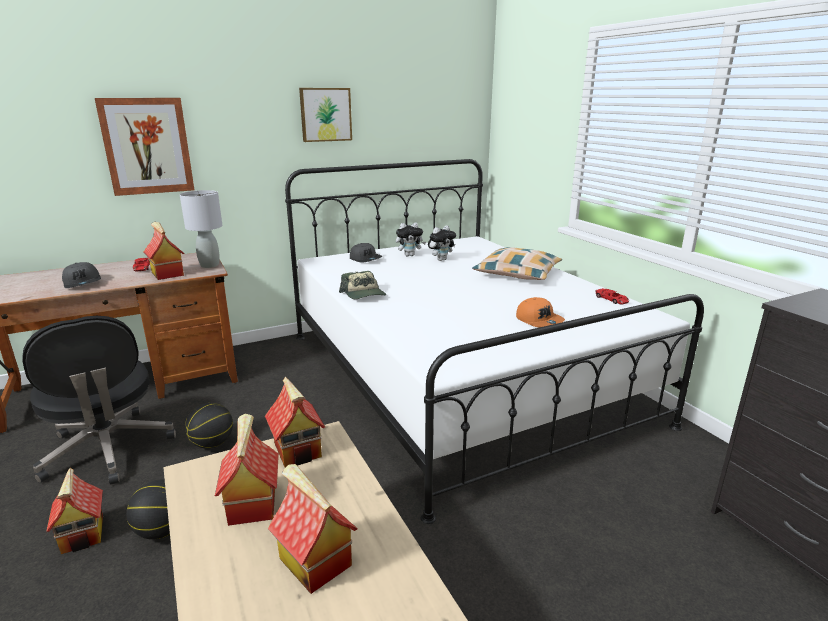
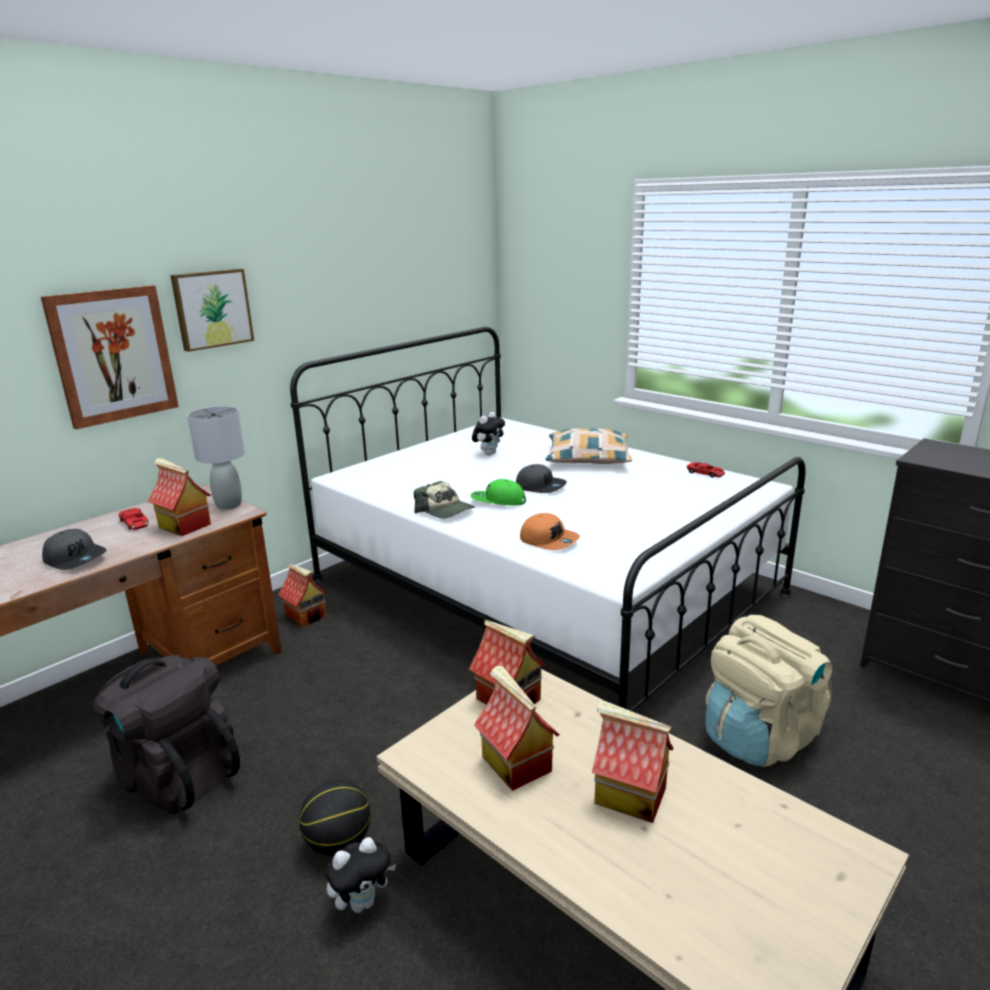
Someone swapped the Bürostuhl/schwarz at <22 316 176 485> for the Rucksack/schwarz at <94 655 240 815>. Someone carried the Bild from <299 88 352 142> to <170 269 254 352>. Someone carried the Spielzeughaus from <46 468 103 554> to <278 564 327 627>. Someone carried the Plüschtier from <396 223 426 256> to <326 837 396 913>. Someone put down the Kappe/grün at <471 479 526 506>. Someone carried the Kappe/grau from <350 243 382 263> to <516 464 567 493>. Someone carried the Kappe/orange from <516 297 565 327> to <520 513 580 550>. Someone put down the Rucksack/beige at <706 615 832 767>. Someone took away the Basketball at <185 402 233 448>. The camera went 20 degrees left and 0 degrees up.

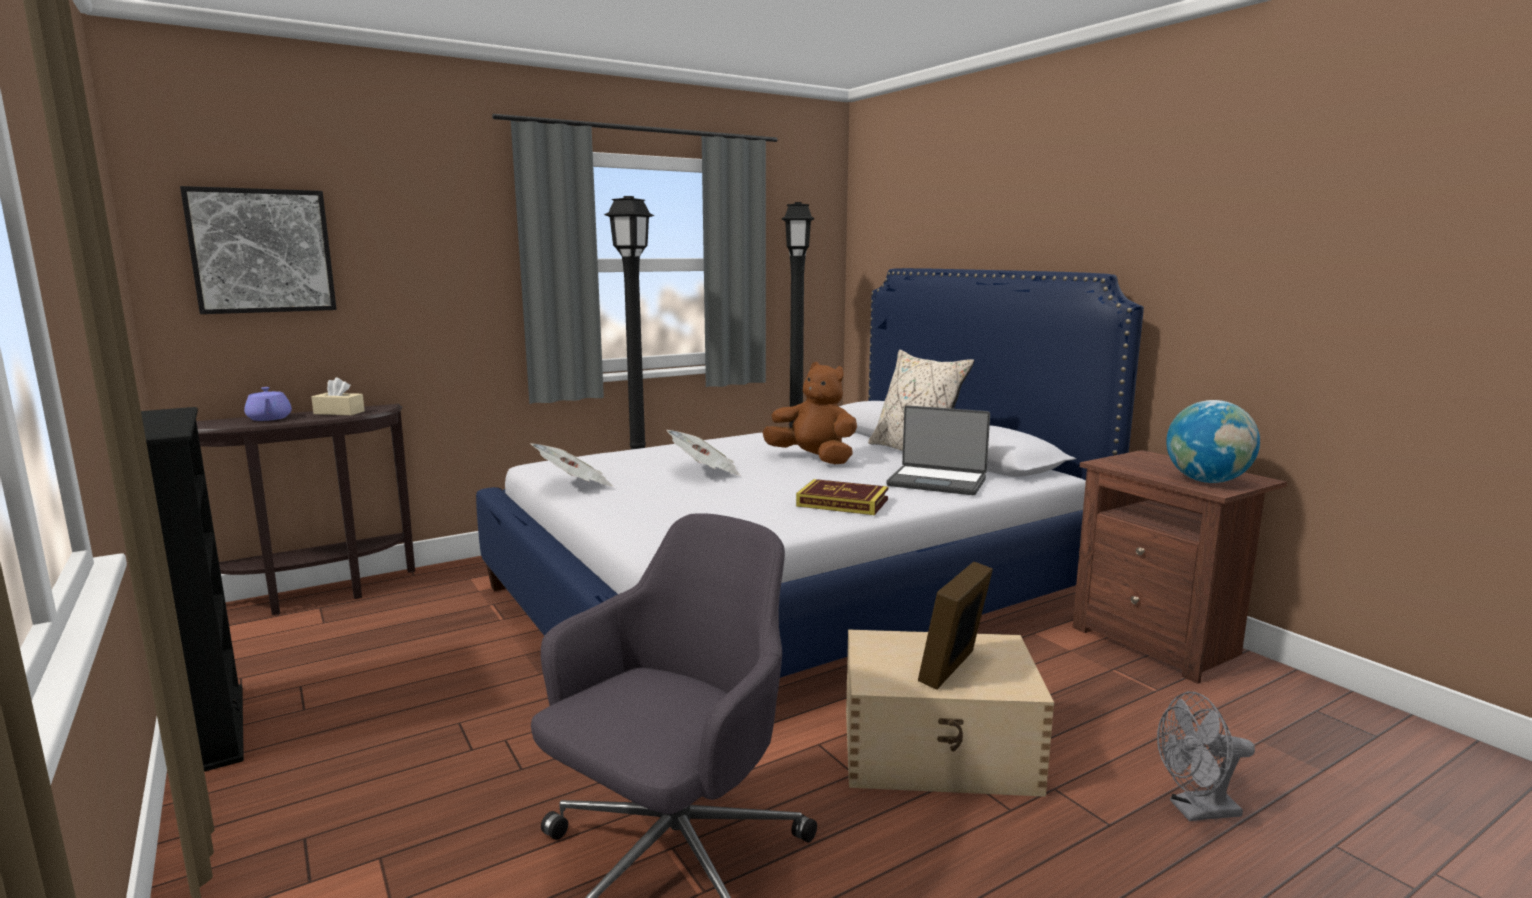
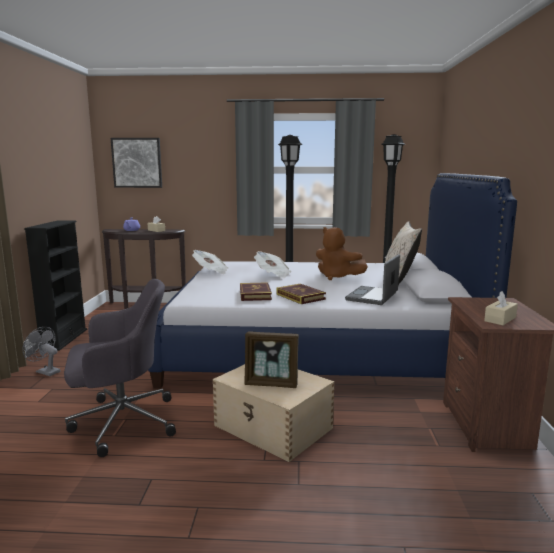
Someone carried the Ventilator/grau from <1157 692 1255 821> to <22 327 60 376>. Someone put down the Buch at <240 282 272 301>. Someone rotated the Bilderrahmen at <918 562 993 690> by 150 degrees counterclockwise. Someone rotated the Plüschtier/braun at <763 362 857 465> by 150 degrees clockwise. Someone rotated the Laptop at <886 405 990 495> by 60 degrees clockwise. Someone swapped the Globus at <1166 400 1260 483> for the Taschentuchbox/beige at <484 291 518 325>. The camera went 35 degrees right and 0 degrees up.

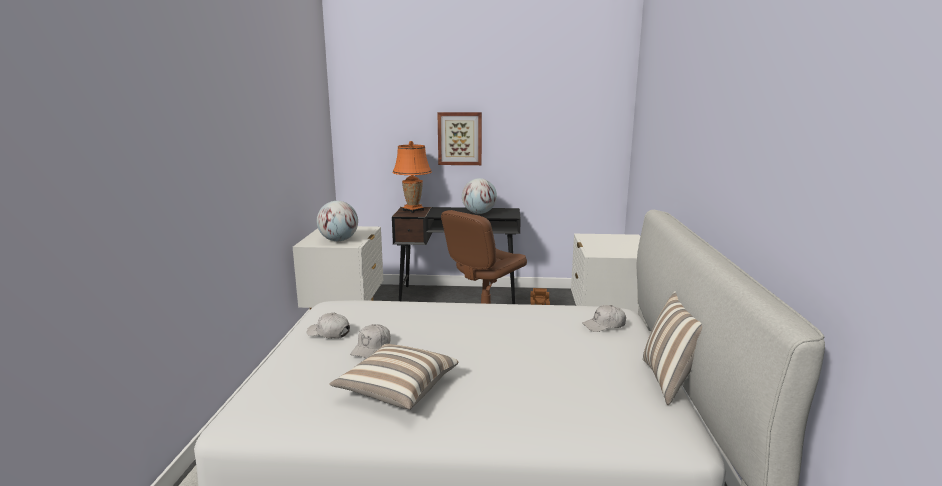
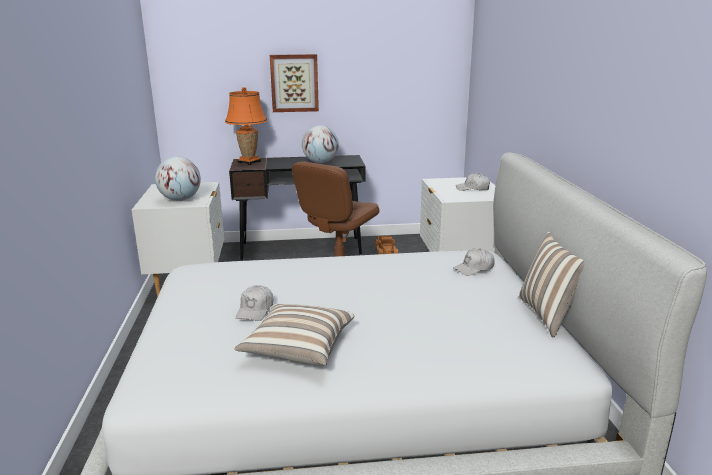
Someone carried the Kappe/weiß from <306 313 350 339> to <456 173 490 191>. The camera went 10 degrees left and 5 degrees up.

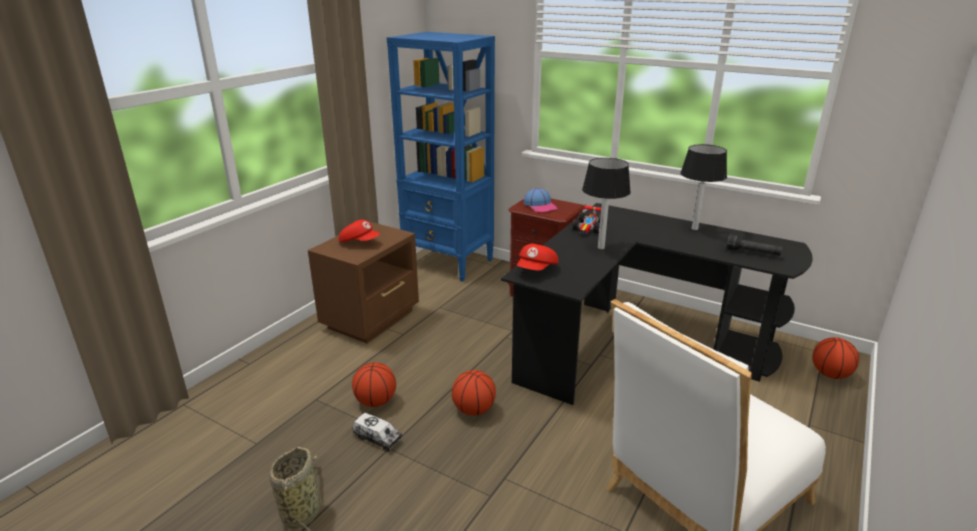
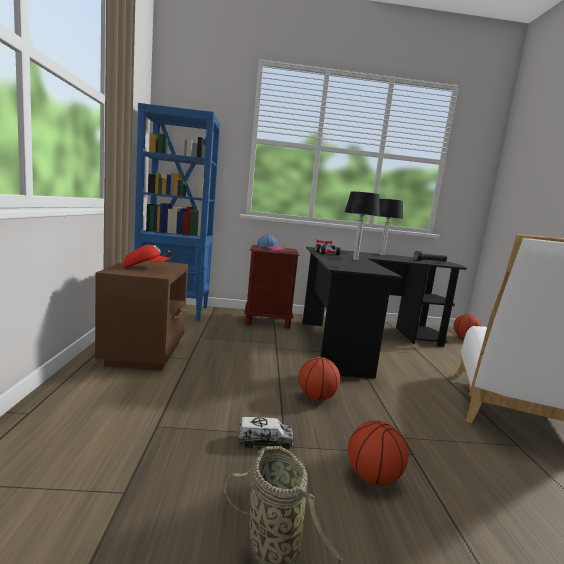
Someone carried the Basketball from <352 362 396 407> to <348 421 409 485>. Someone took away the Kappe/rot at <517 244 559 271>. The camera went 35 degrees left and 15 degrees down.

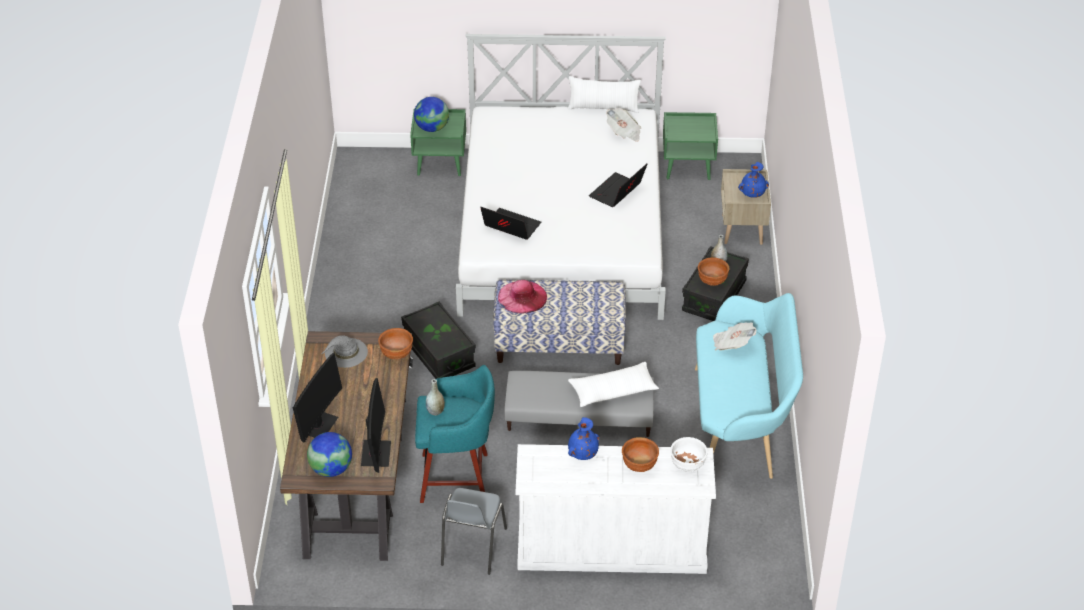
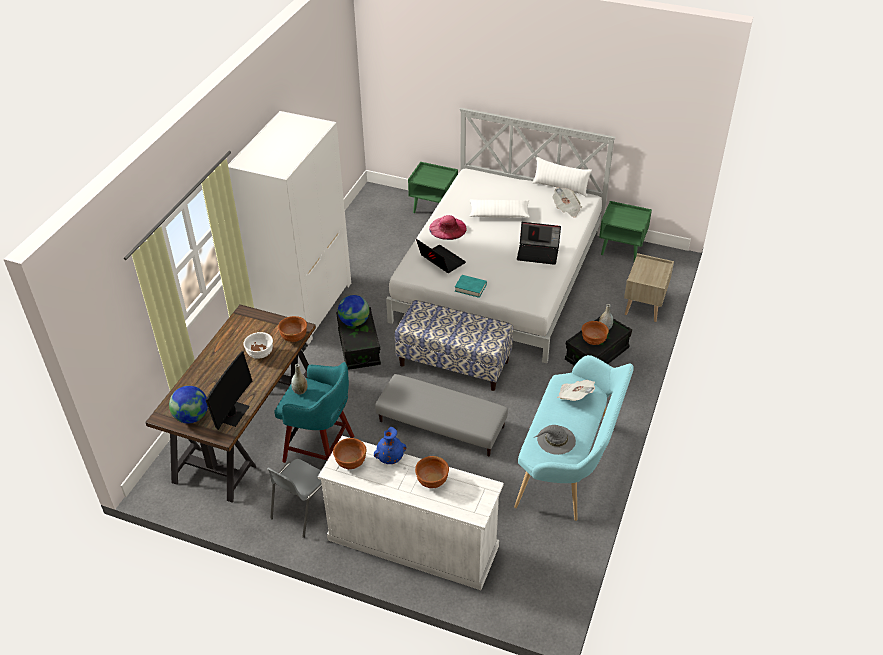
Someone put down the Kleiderschrank/weiß at <228 111 351 344>. Someone carried the Schüssel/weiß from <670 437 708 472> to <243 332 273 359>. Someone put down the Schüssel/braun at <333 438 366 469>. Someone carried the Globus from <414 97 449 132> to <338 295 369 327>. Someone carried the Hut/rosa from <498 280 547 313> to <429 215 467 240>. Someone put down the Buch/türkis at <455 275 487 298>. Someone carried the Kissen/weiß from <568 362 659 407> to <470 199 530 218>. Someone rotated the Laptop at <589 164 647 207> by 135 degrees counterclockwise. Someone carried the Hut/grau from <321 335 368 368> to <534 425 576 455>. Someone took away the Monitor at <293 353 342 443>. Someone took away the Vase/blau at <738 162 769 198>. The camera went 20 degrees right and 0 degrees up.

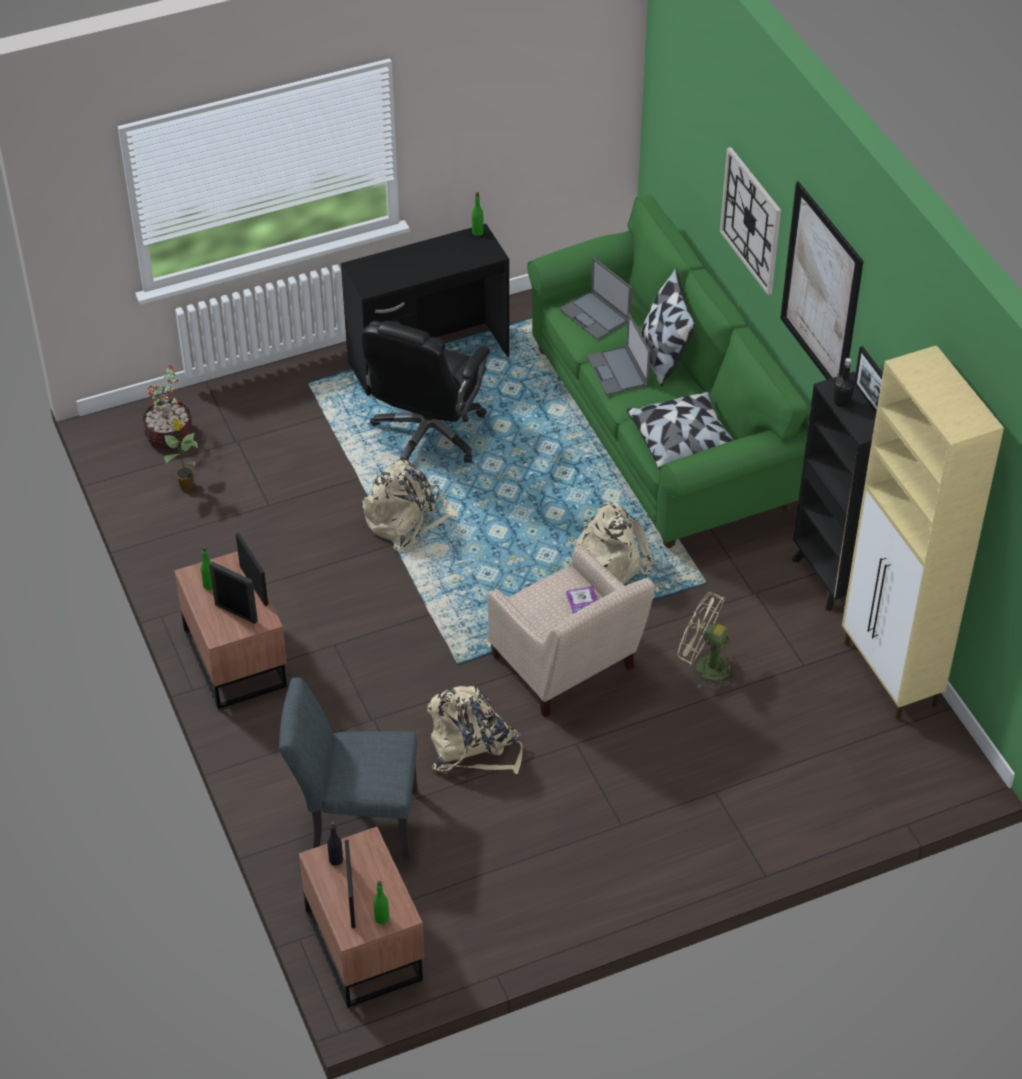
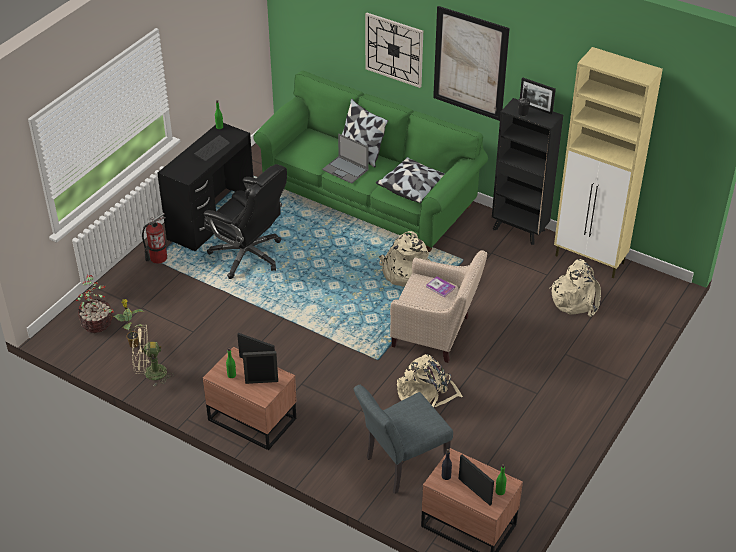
Someone carried the Ventilator/beige from <677 592 736 691> to <132 324 174 387>. Someone put down the Feuerlöscher at <142 213 167 264>. Someone put down the Tastatur at <194 135 230 161>. Someone rotated the Bürostuhl/schwarz at <362 320 490 463> by 45 degrees counterclockwise. Someone carried the Rucksack/beige from <363 460 458 550> to <549 259 601 317>. Someone took away the Laptop at <559 257 632 340>. The camera went 35 degrees left and 5 degrees down.

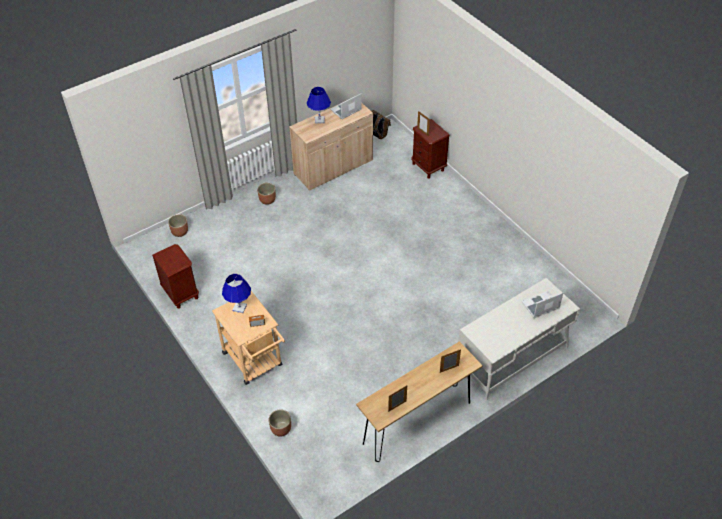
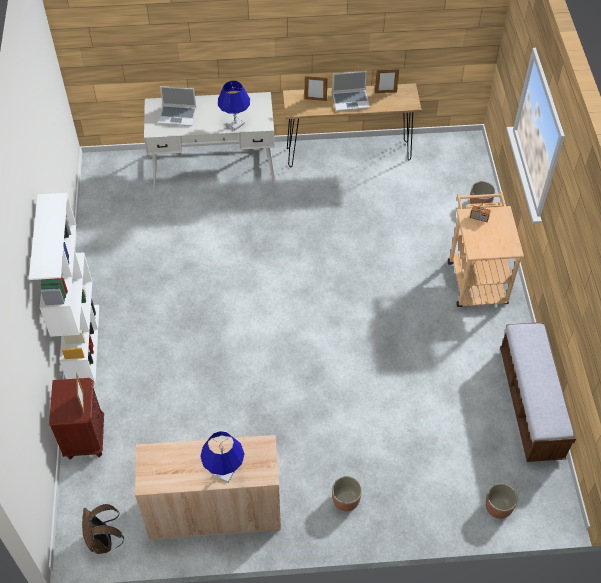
Someone put down the Bücherregal/weiß at <29 193 99 384>. Someone carried the Tischlampe/blau from <222 274 251 313> to <218 81 250 130>. Someone carried the Laptop from <330 94 362 119> to <332 71 370 111>. Someone swapped the Nachttisch/braun at <152 244 199 308> for the Bank at <500 322 576 462>. The camera went 150 degrees left and 5 degrees up.

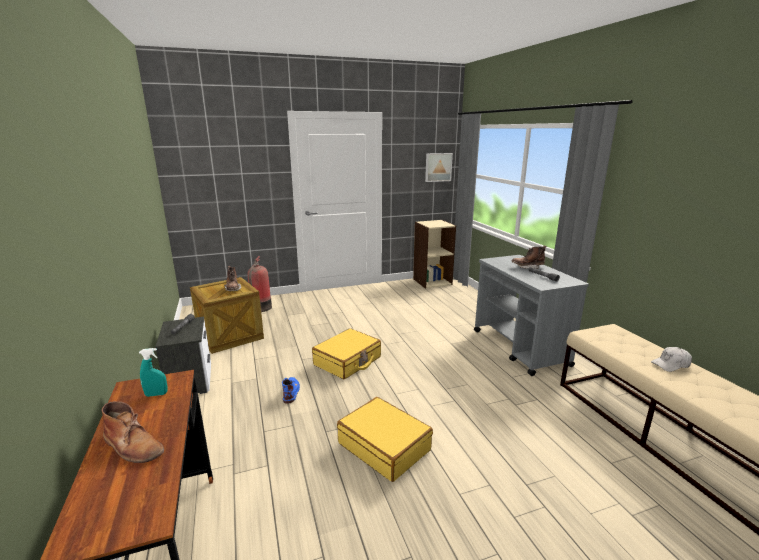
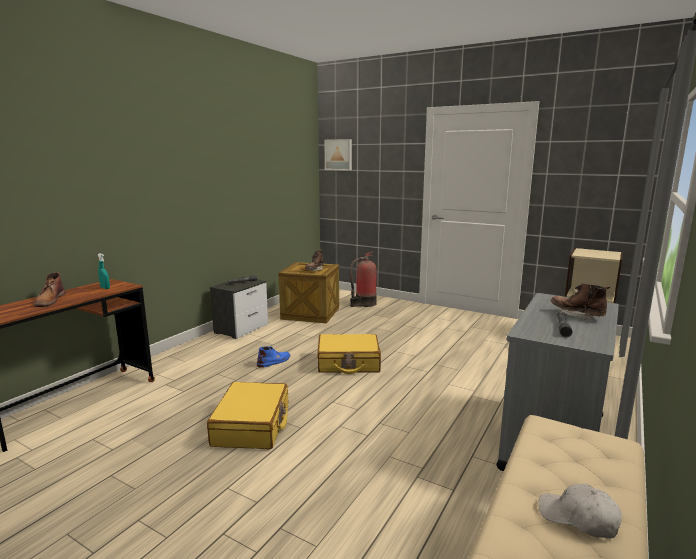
Someone carried the Bild from <425 153 453 182> to <324 139 352 170>. The camera went 50 degrees right and 5 degrees down.

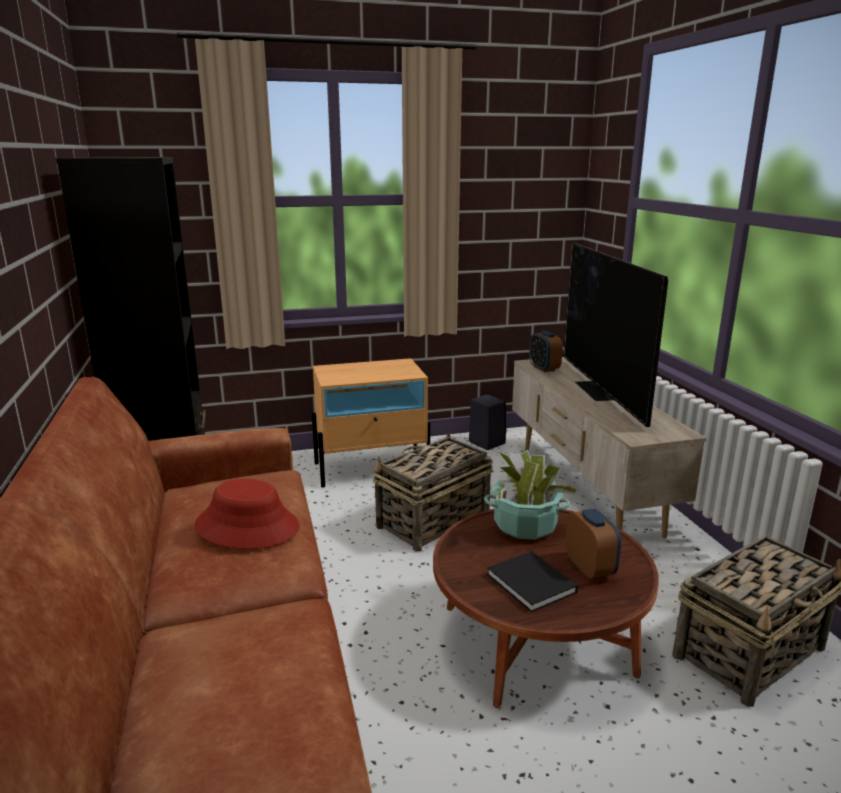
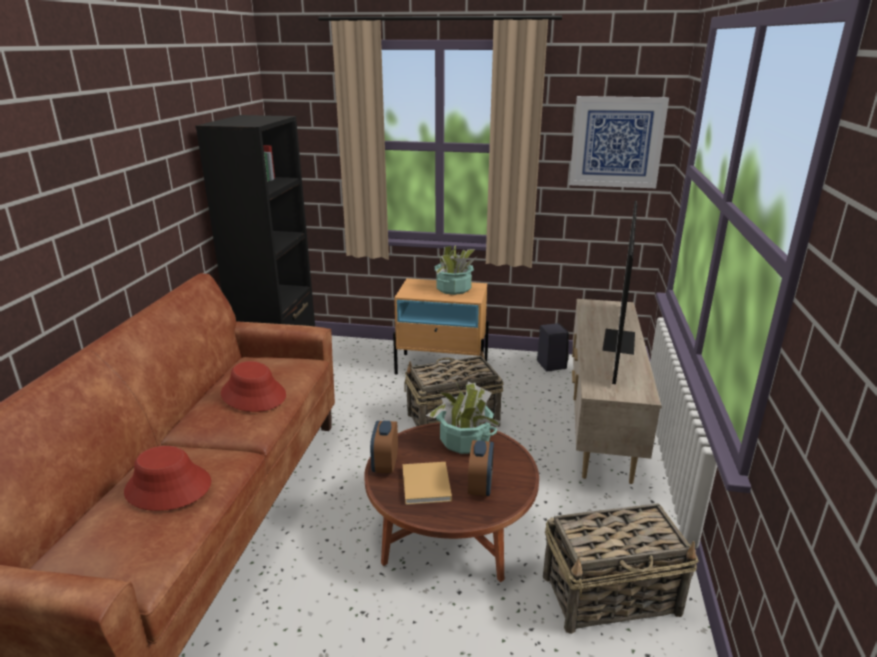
Someone put down the Hut/rot at <124 446 211 511>. Someone carried the Wecker from <529 330 563 372> to <370 421 398 473>. Someone repainted the Buch/schwarz at <487 551 578 612>, which became the Buch/beige at <403 462 452 505>. Someone put down the Topfpflanze at <435 245 478 295>. Someone put up the Bild at <569 96 669 188>. The camera went 25 degrees right and 5 degrees up.

